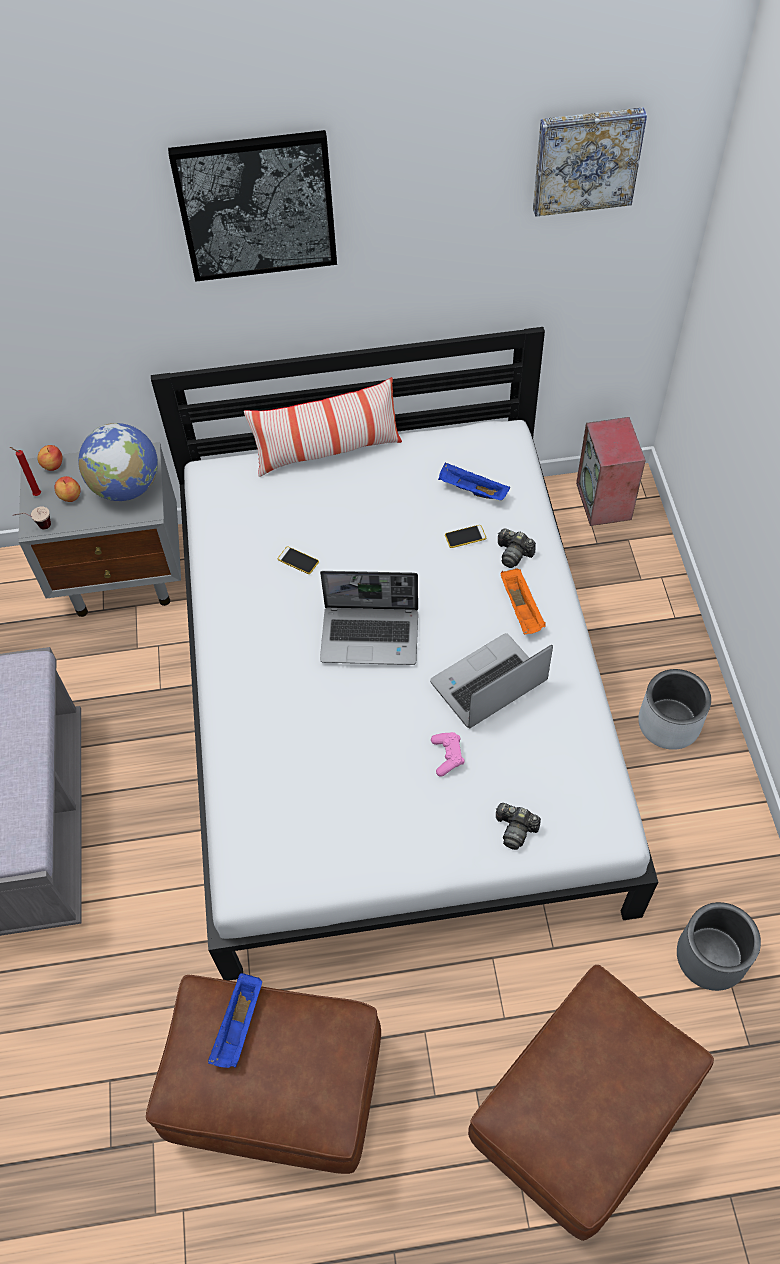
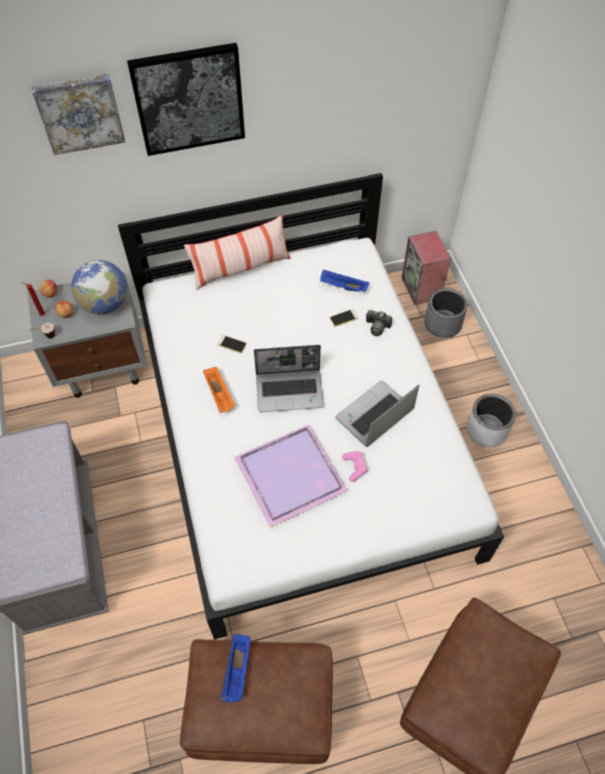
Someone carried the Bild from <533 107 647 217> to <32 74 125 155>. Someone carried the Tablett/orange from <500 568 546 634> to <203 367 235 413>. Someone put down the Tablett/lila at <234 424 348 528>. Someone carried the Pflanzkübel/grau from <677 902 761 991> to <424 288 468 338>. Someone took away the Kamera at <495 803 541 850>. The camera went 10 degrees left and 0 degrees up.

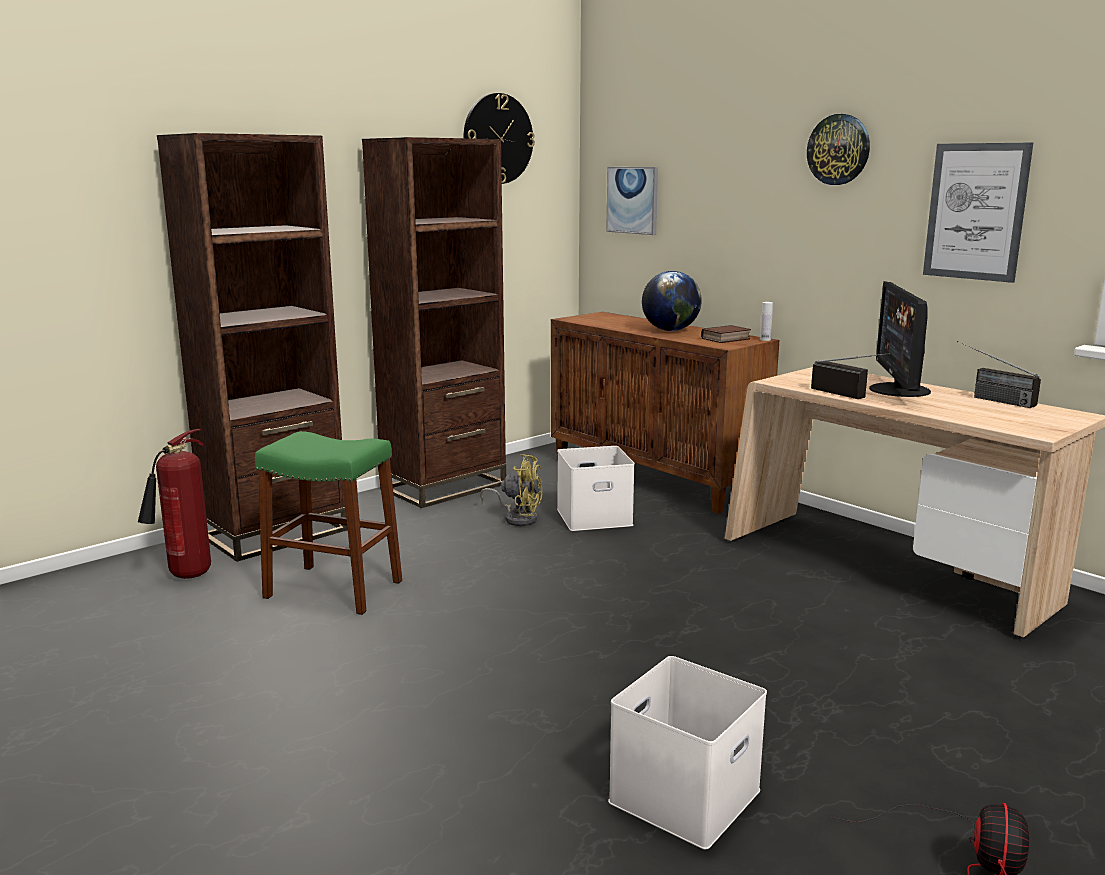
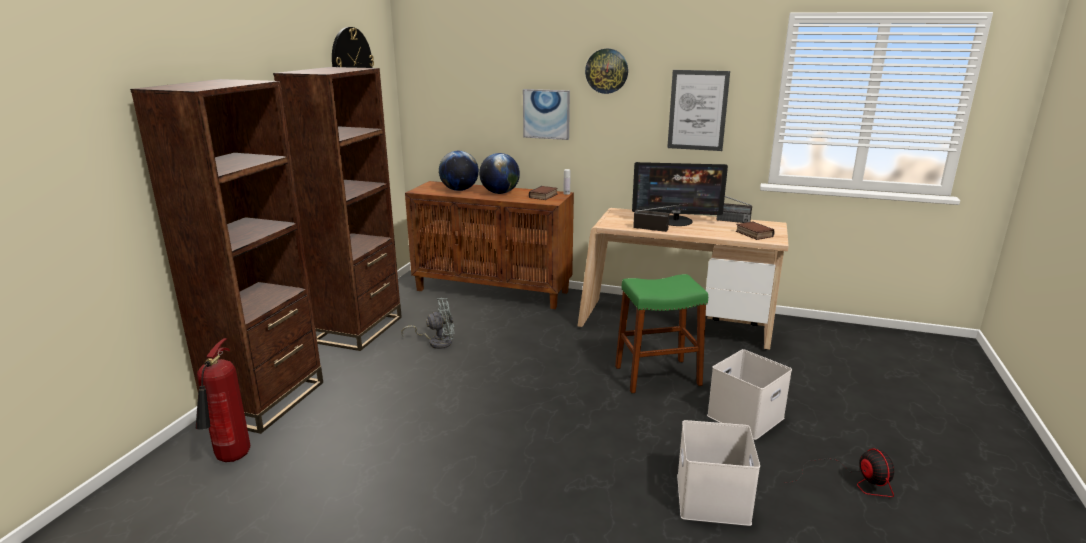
Someone repainted the Ventilator/gelb at <480 454 543 526>, which became the Ventilator/grau at <401 298 455 349>. Someone put down the Globus at <439 151 479 191>. Someone carried the Bild from <606 167 658 235> to <523 89 570 140>. Someone carried the Hocker/grün from <255 431 402 615> to <615 274 708 393>. Someone rotated the Monitor at <869 281 931 397> by 60 degrees counterclockwise. Someone carried the Aufbewahrungsbox/weiß from <557 446 635 531> to <707 349 792 440>. Someone put down the Buch at <736 221 775 240>. The camera went 30 degrees left and 5 degrees up.

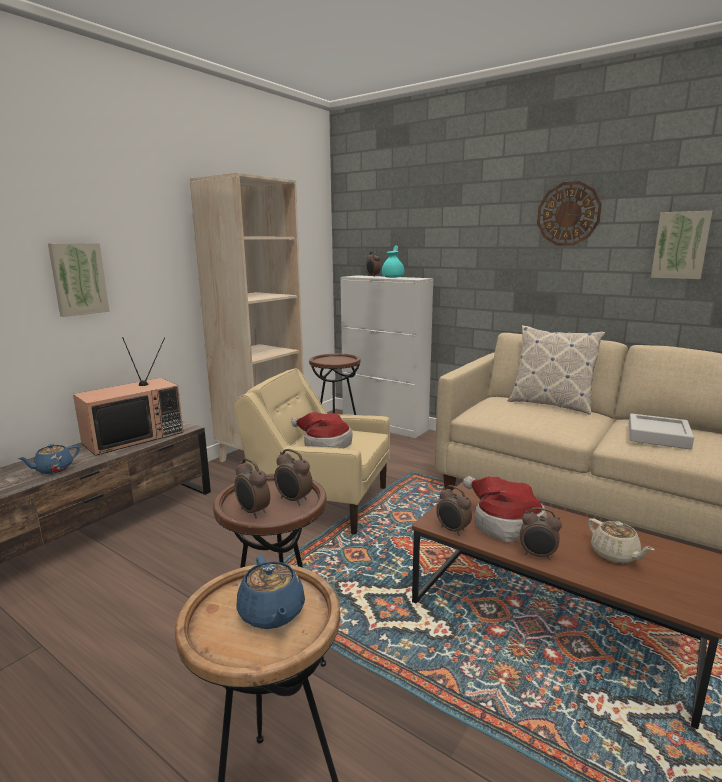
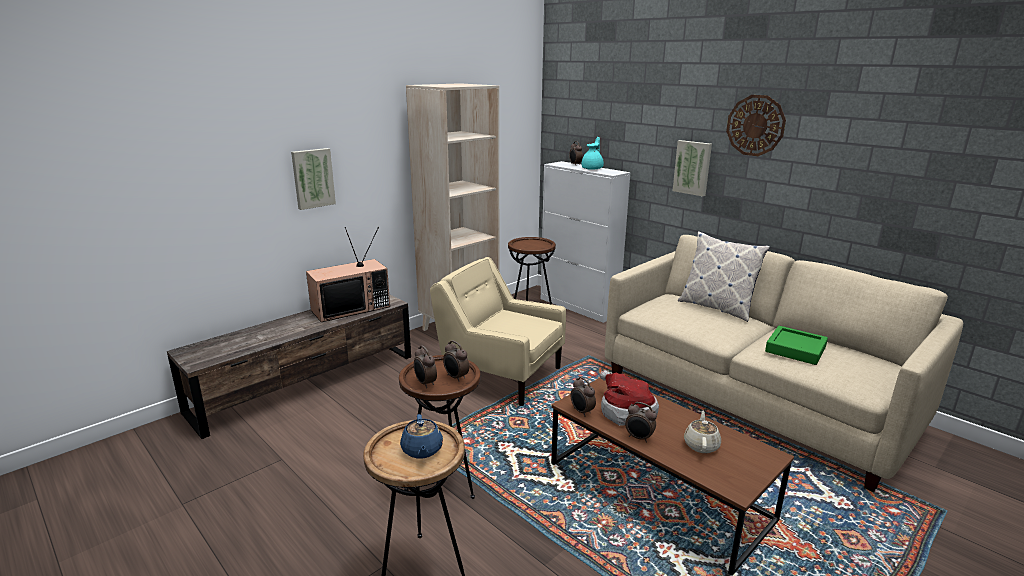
Someone carried the Bild from <651 211 712 279> to <673 140 712 197>. Someone rotated the Teekanne/beige at <588 518 654 564> by 150 degrees counterclockwise. Someone repainted the Tablett/grau at <629 413 694 450>, which became the Tablett/grün at <765 326 828 365>. Someone took away the Teekanne/blau at <18 444 80 474>. Someone took away the Hut at <291 412 353 448>. The camera went 10 degrees right and 5 degrees up.

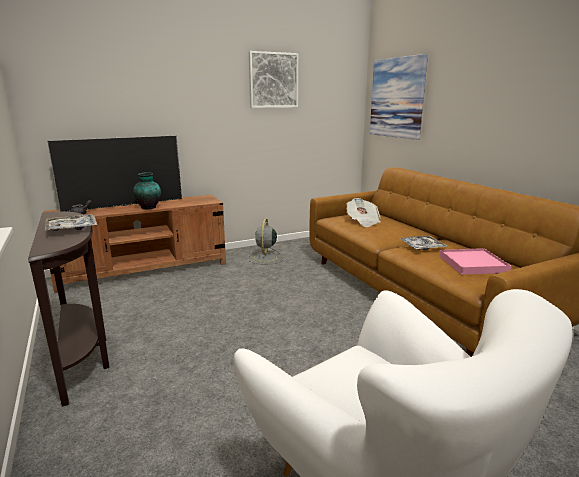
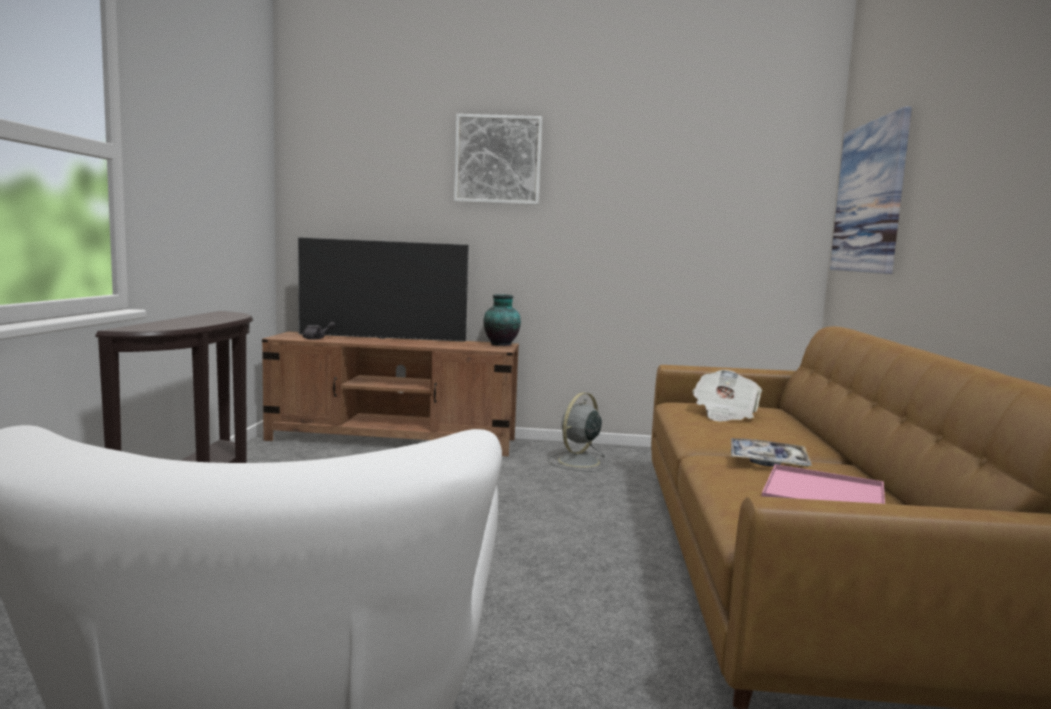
Someone carried the Bild from <249 51 298 108> to <454 114 542 205>. Someone carried the Vase from <133 173 161 209> to <484 294 521 346>. Someone took away the Tablett at <45 214 97 231>. The camera went 30 degrees right and 10 degrees down.

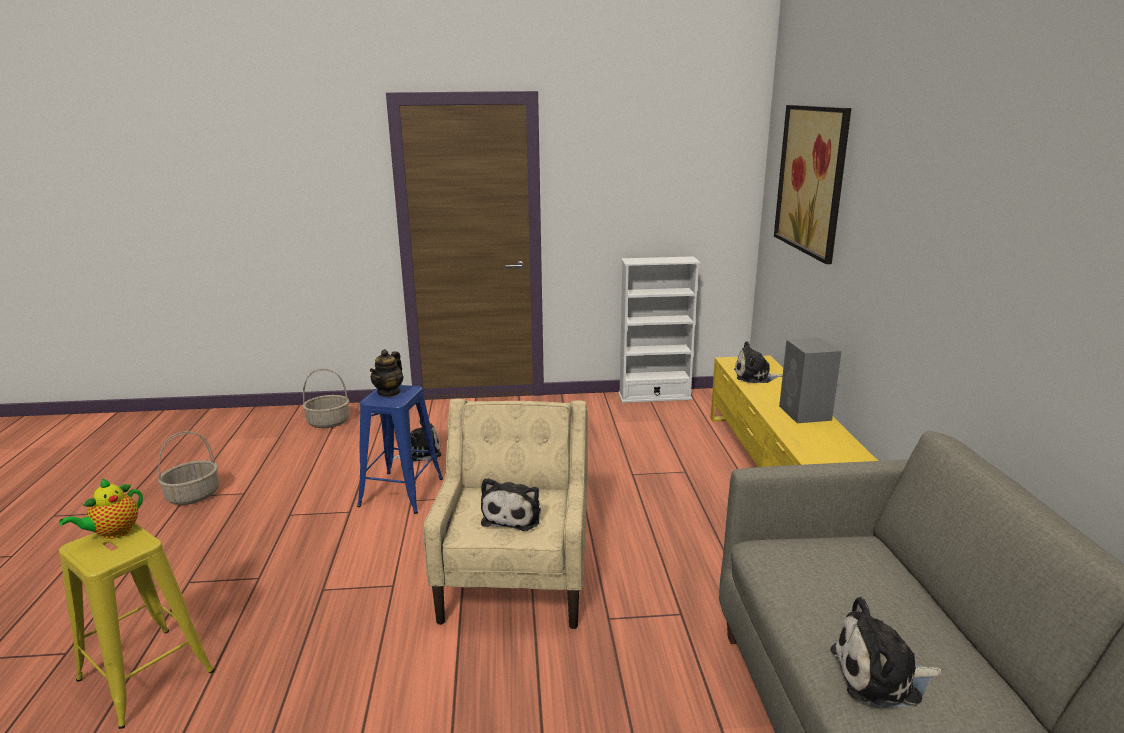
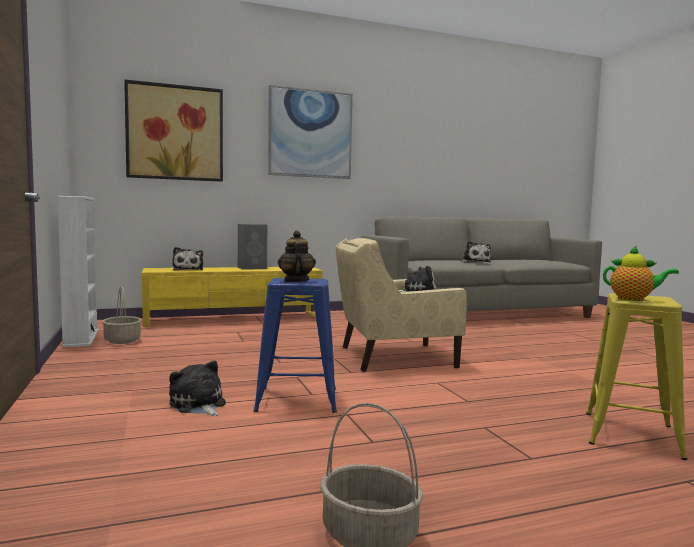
Someone carried the Korb from <302 368 349 428> to <102 286 142 344>. Someone put up the Bild at <268 85 353 179>. Someone rotated the Teekanne at <370 349 403 397> by 105 degrees counterclockwise. The camera went 105 degrees left and 15 degrees down.

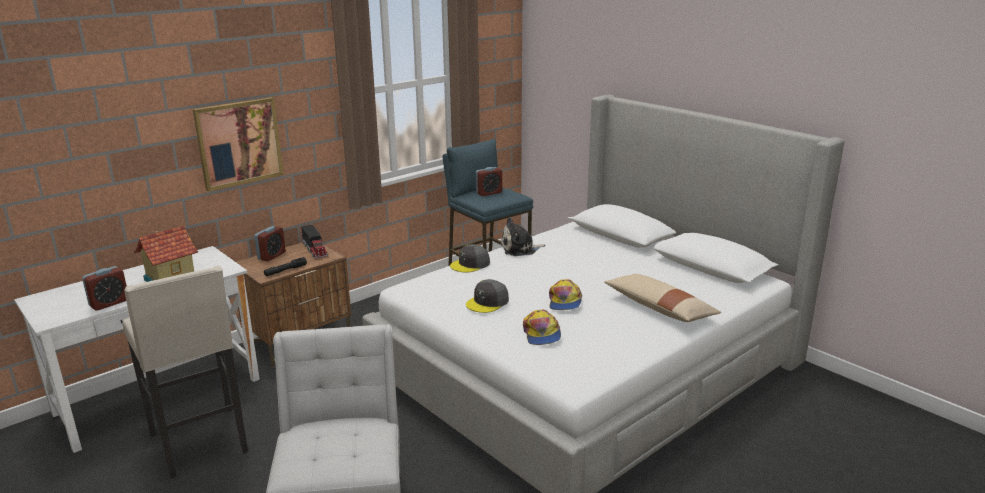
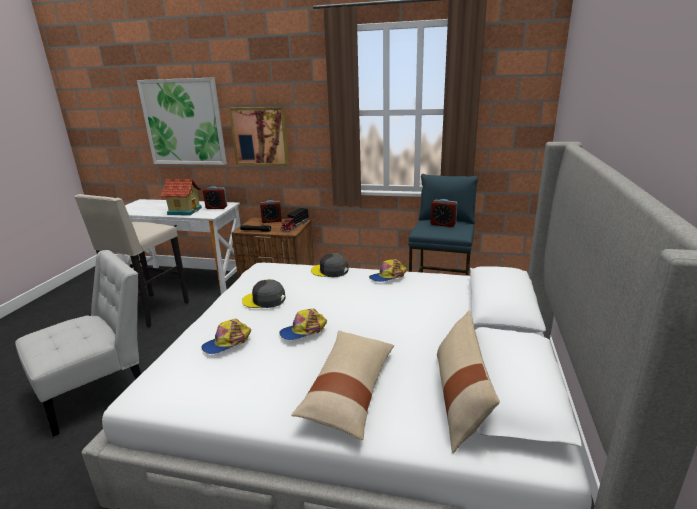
Someone put up the Bild at <137 77 227 165>. Someone carried the Wecker from <82 266 127 311> to <203 186 227 209>. Someone swapped the Plüschtier at <500 217 546 256> for the Kappe at <369 259 407 282>. Someone put down the Kissen/beige at <437 310 500 454>. The camera went 55 degrees right and 0 degrees up.

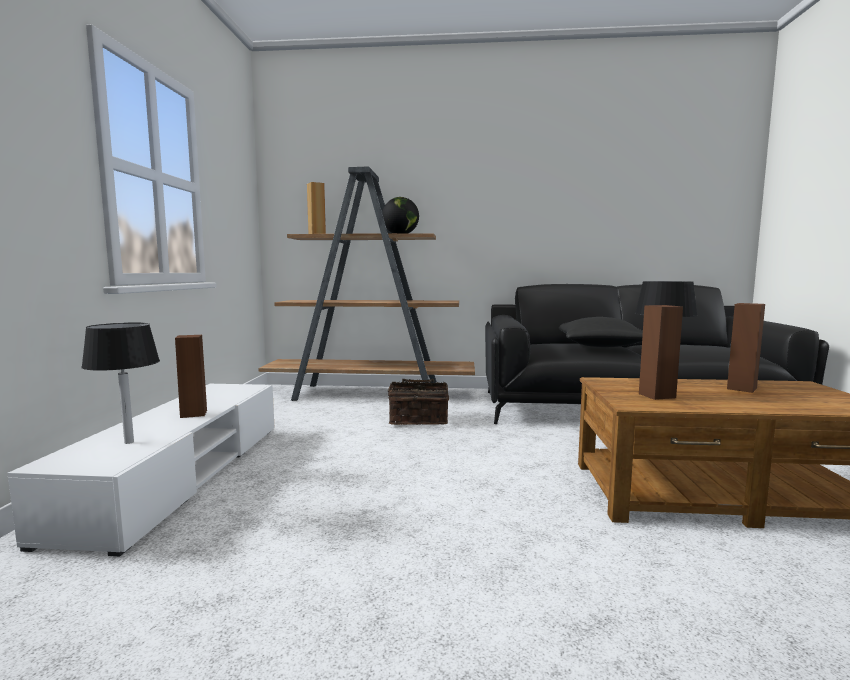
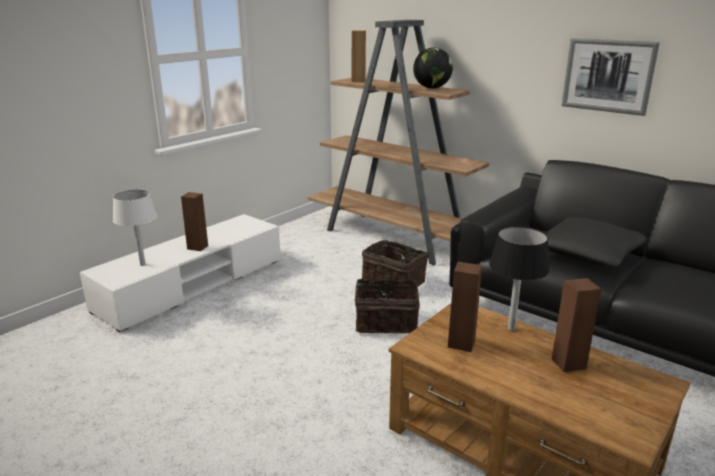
Someone repainted the Tischlampe/schwarz at <81 323 160 444>, which became the Tischlampe/weiß at <113 189 157 266>. Someone put down the Korb at <355 278 420 333>. Someone put up the Bild at <562 38 660 116>. The camera went 35 degrees right and 15 degrees up.

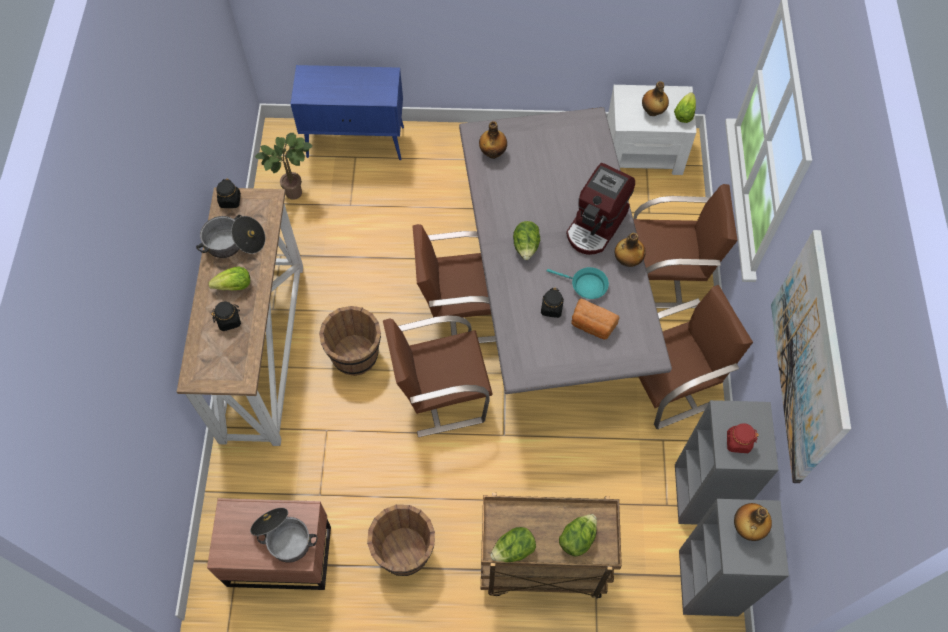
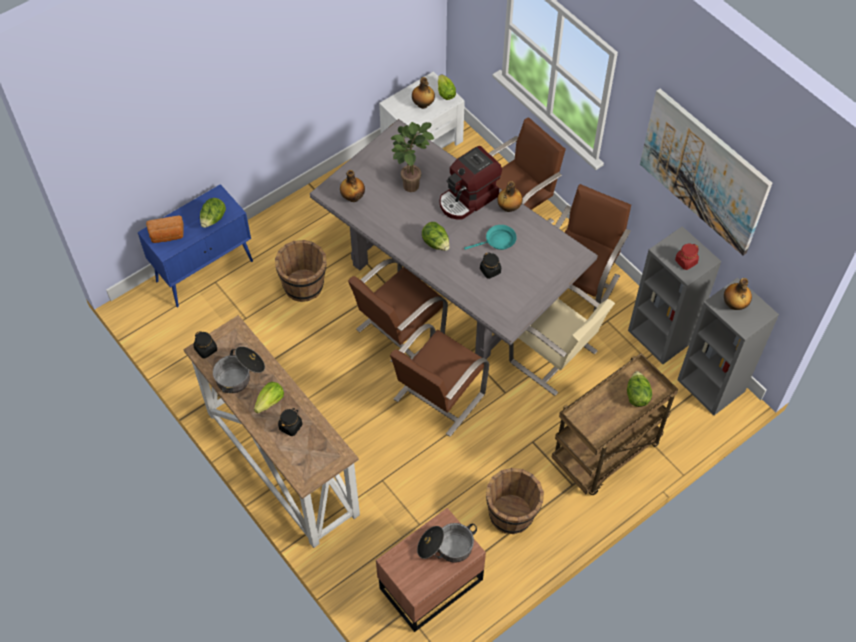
Someone carried the Brot from <572 299 620 340> to <146 216 184 243>. Someone carried the Salatkopf from <490 527 536 562> to <200 198 226 228>. Someone carried the Eimer/braun from <319 306 381 376> to <275 240 327 302>. Someone carried the Topfpflanze from <255 133 313 200> to <391 122 434 192>. Someone rotated the Kaffeemaschine at <566 163 635 255> by 60 degrees clockwise. Someone put down the Stuhl/beige at <509 285 615 396>. The camera went 40 degrees left and 5 degrees down.

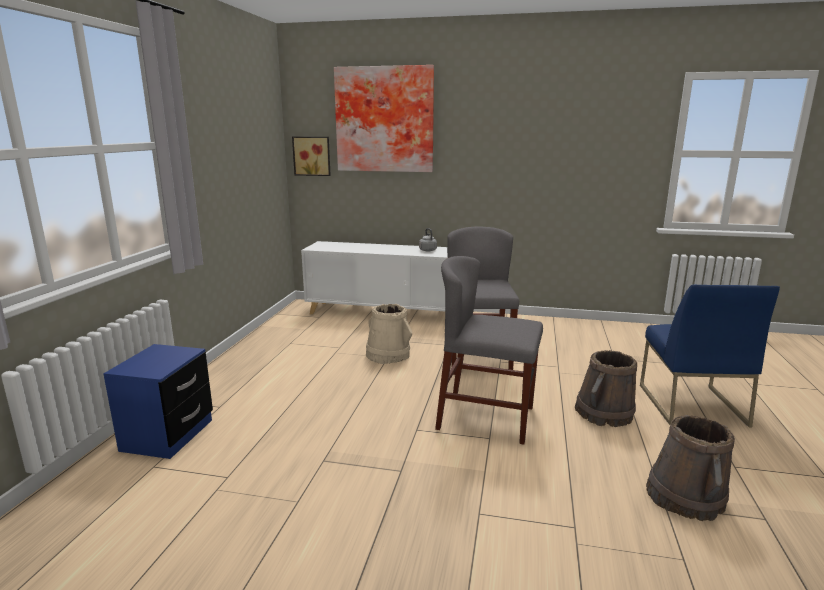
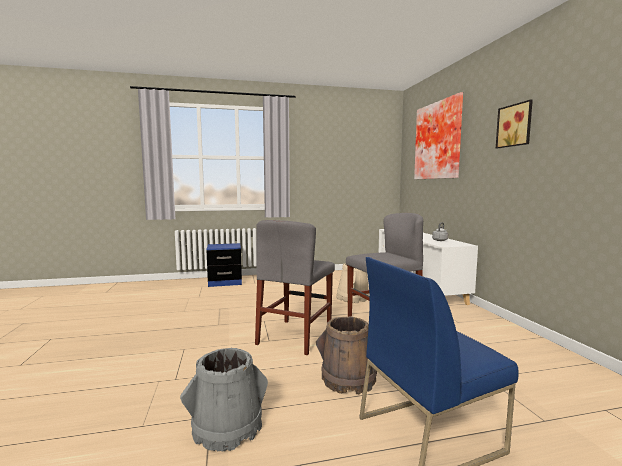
Someone repainted the Eimer/braun at <646 415 735 521>, which became the Eimer/grau at <180 348 268 451>. Someone rotated the Stuhl/grau at <435 256 543 445> by 150 degrees counterclockwise. Someone carried the Bild from <292 137 331 176> to <496 100 533 149>. The camera went 65 degrees right and 10 degrees down.

